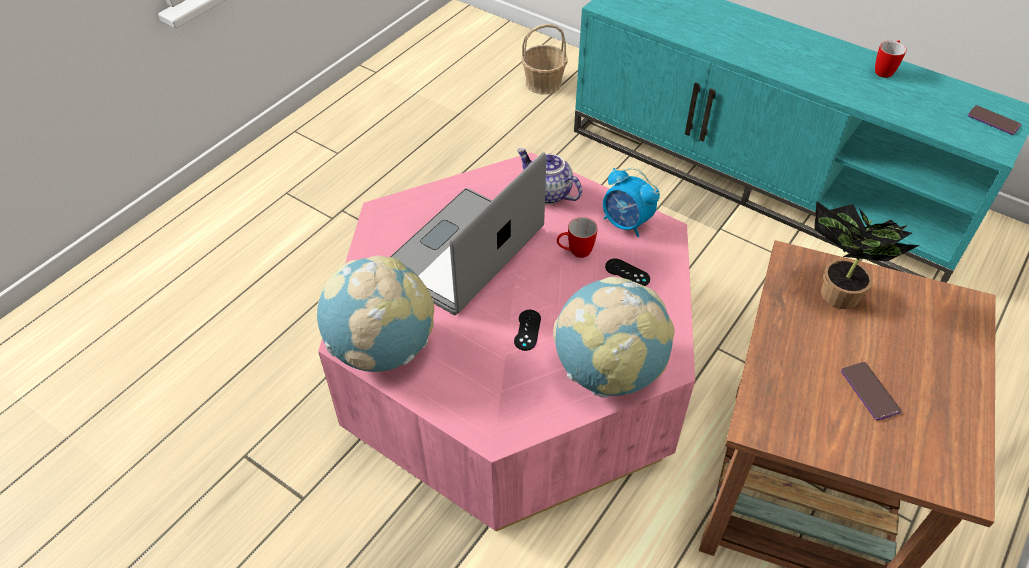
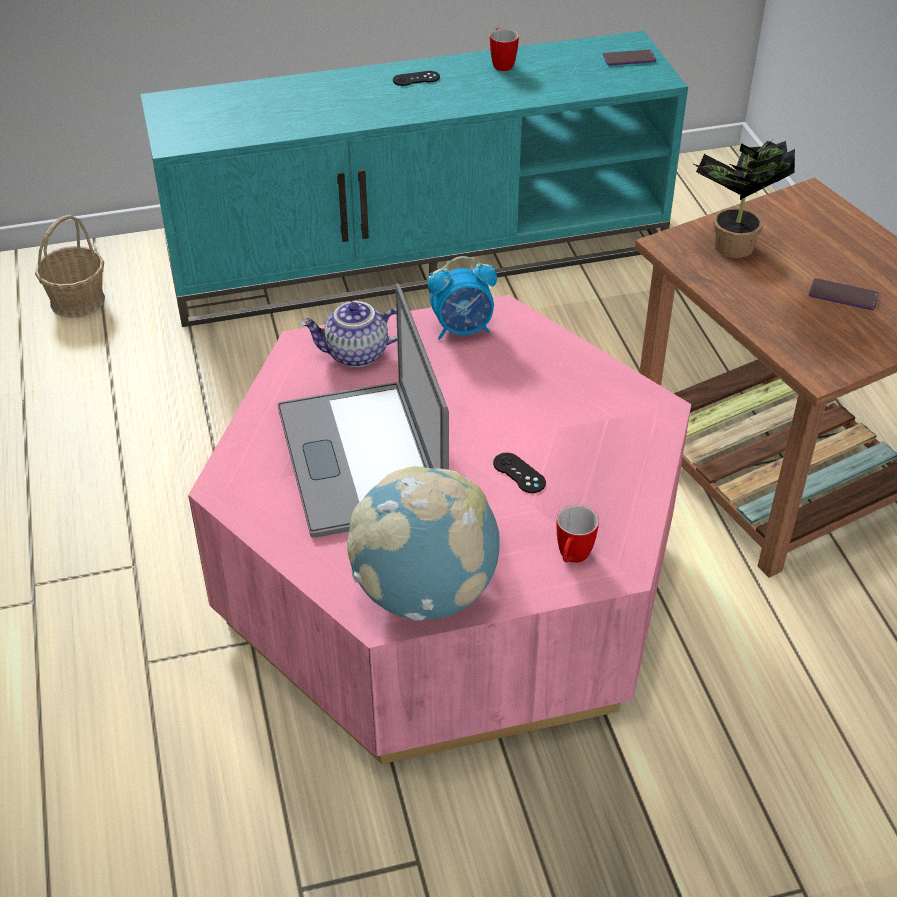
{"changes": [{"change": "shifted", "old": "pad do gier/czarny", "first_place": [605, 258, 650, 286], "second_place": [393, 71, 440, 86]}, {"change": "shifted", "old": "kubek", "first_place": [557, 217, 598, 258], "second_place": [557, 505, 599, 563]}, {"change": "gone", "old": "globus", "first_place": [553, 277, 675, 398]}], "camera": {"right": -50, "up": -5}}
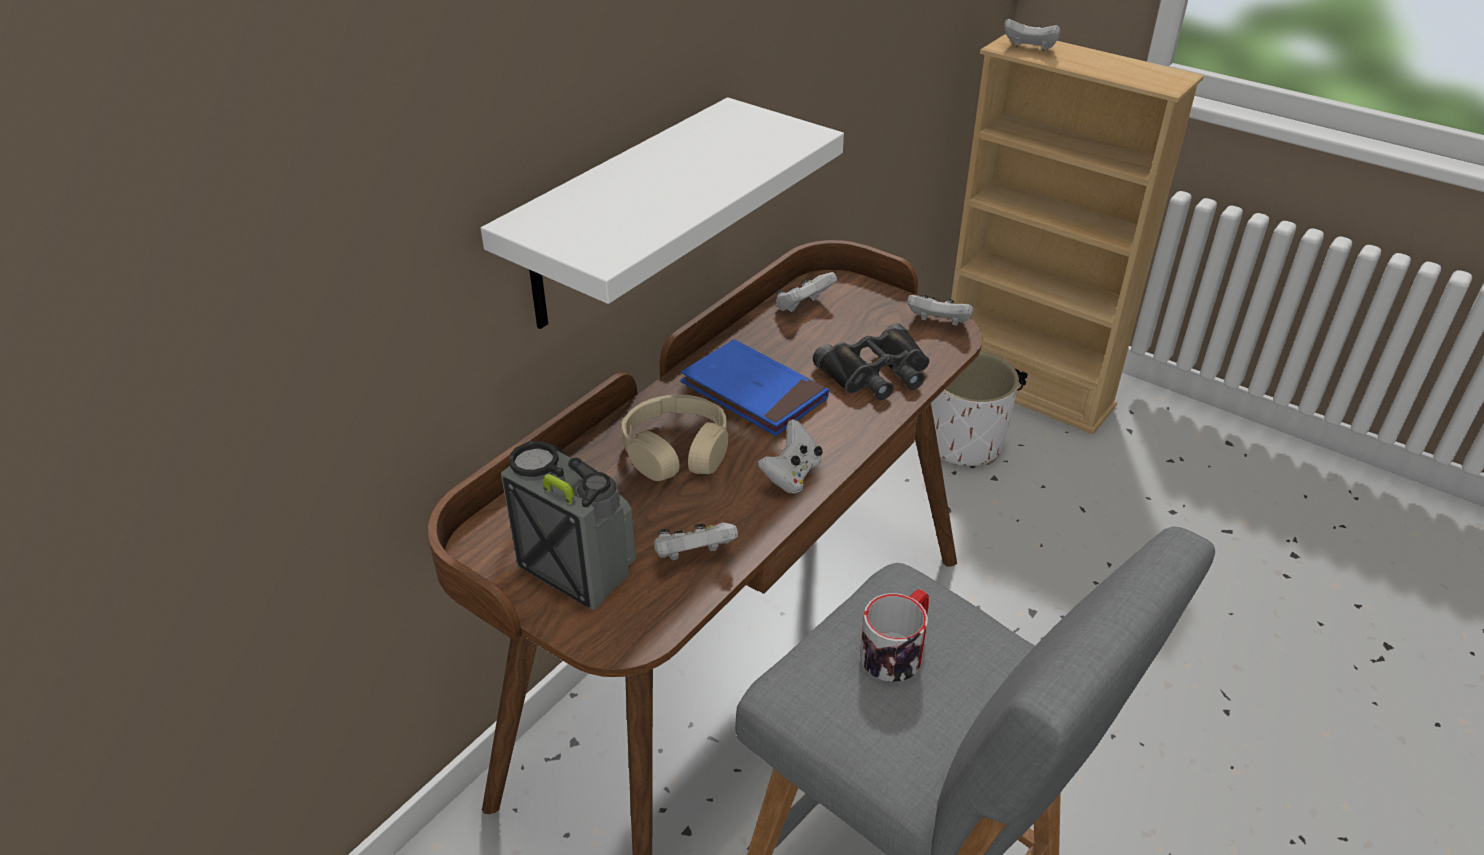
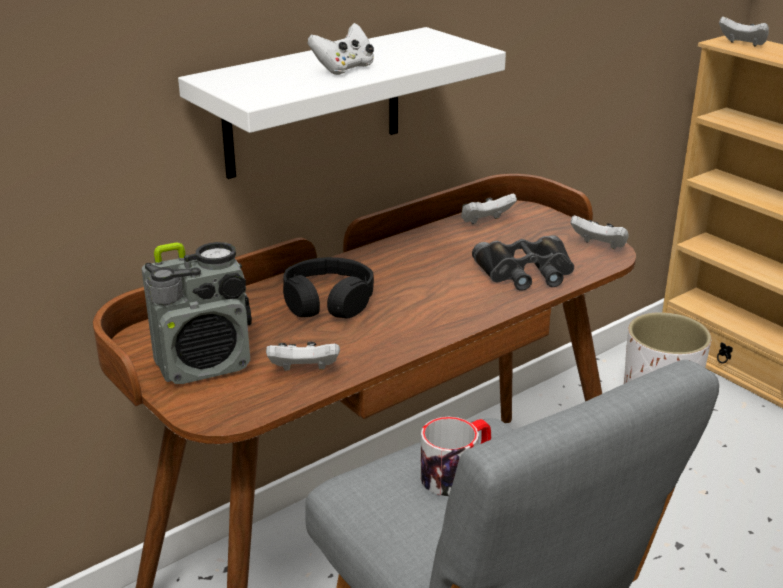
{"changes": [{"change": "rotated", "old": "radio", "first_place": [501, 441, 636, 610], "second_place": [141, 242, 252, 384], "degrees": 105}, {"change": "repainted", "old": "słuchawki/beżowy", "new": "słuchawki/czarny", "first_place": [621, 395, 728, 481], "second_place": [283, 257, 374, 319]}, {"change": "shifted", "old": "pad do gier/biały", "first_place": [758, 419, 823, 494], "second_place": [307, 23, 374, 75]}, {"change": "gone", "old": "książka/niebieski", "first_place": [680, 339, 829, 436]}], "camera": {"right": 15, "up": -10}}
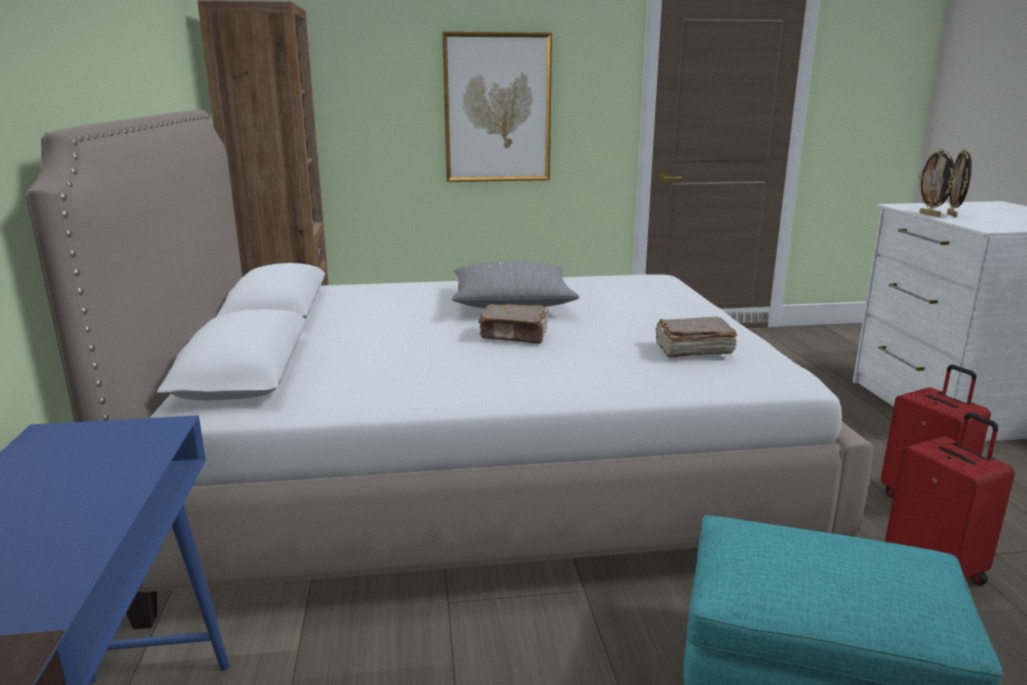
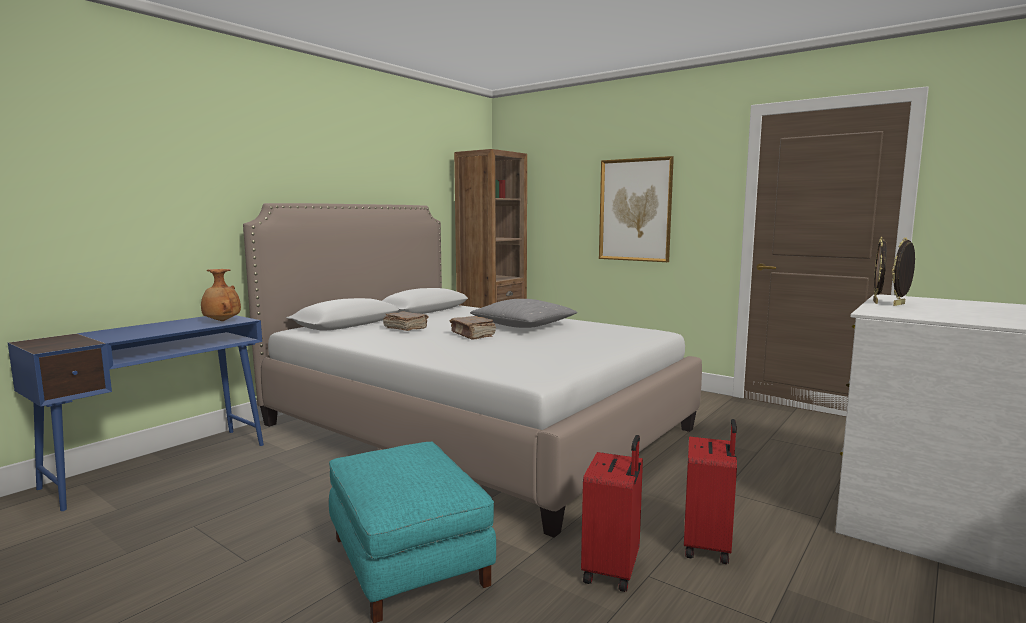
{"changes": [{"change": "new", "new": "wazon/brązowy", "second_place": [201, 269, 241, 321]}, {"change": "shifted", "old": "książka/brązowy", "first_place": [655, 317, 737, 358], "second_place": [383, 311, 429, 331]}], "camera": {"right": 45, "up": -10}}
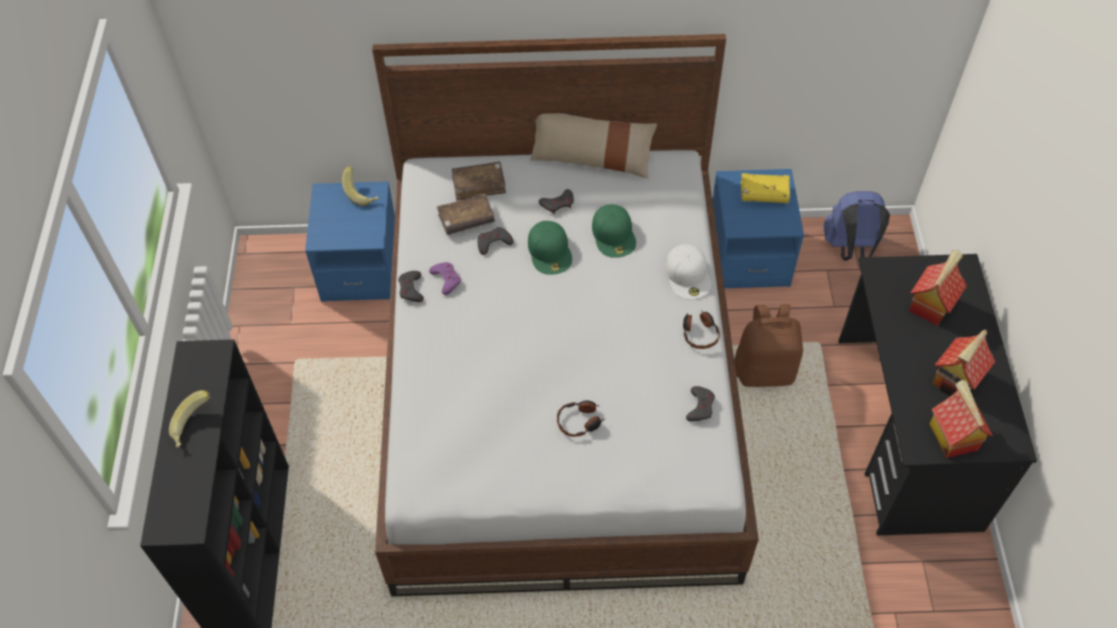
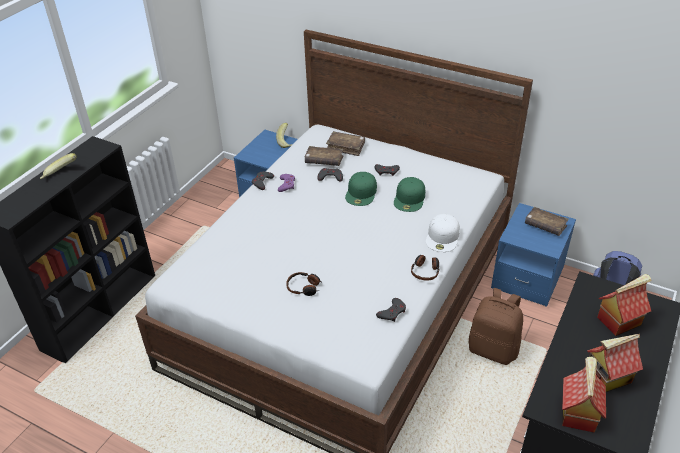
{"changes": [{"change": "repainted", "old": "książka/żółty", "new": "książka/brązowy", "first_place": [741, 173, 790, 203], "second_place": [525, 207, 569, 236]}, {"change": "gone", "old": "poduszka/beżowy", "first_place": [530, 113, 657, 179]}], "camera": {"right": 30, "up": -15}}
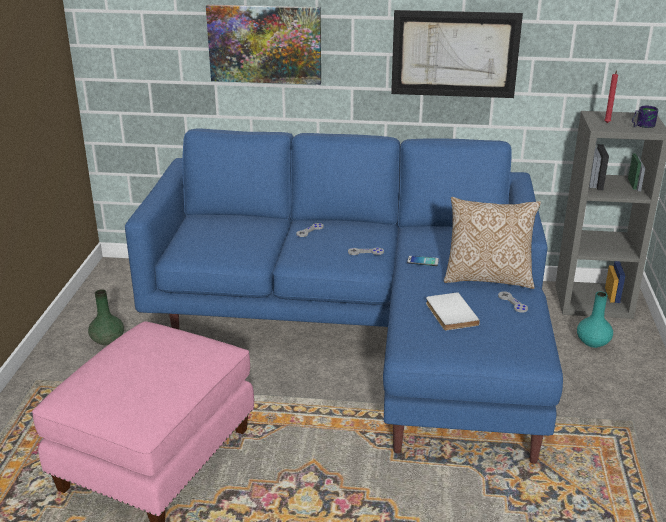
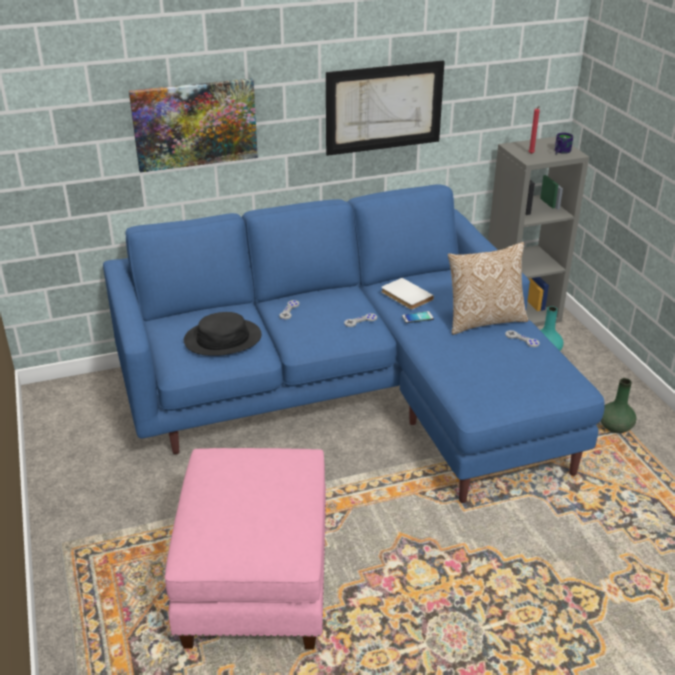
{"changes": [{"change": "new", "new": "kapelusz/czarny", "second_place": [184, 312, 262, 356]}, {"change": "shifted", "old": "książka/biały", "first_place": [426, 292, 480, 330], "second_place": [381, 278, 434, 310]}, {"change": "shifted", "old": "wazon/zielony", "first_place": [88, 289, 124, 345], "second_place": [601, 378, 637, 433]}], "camera": {"right": -25, "up": 5}}
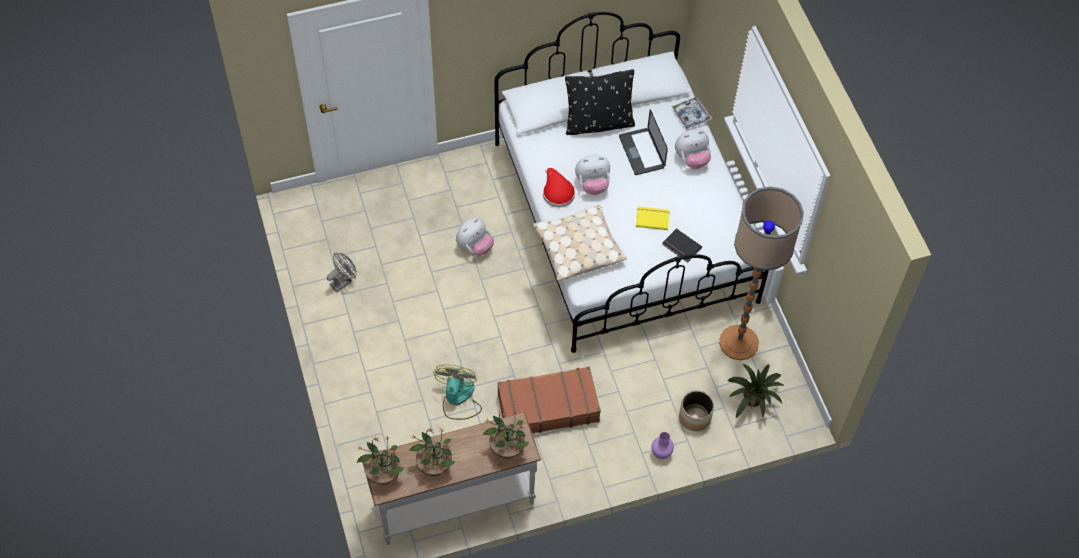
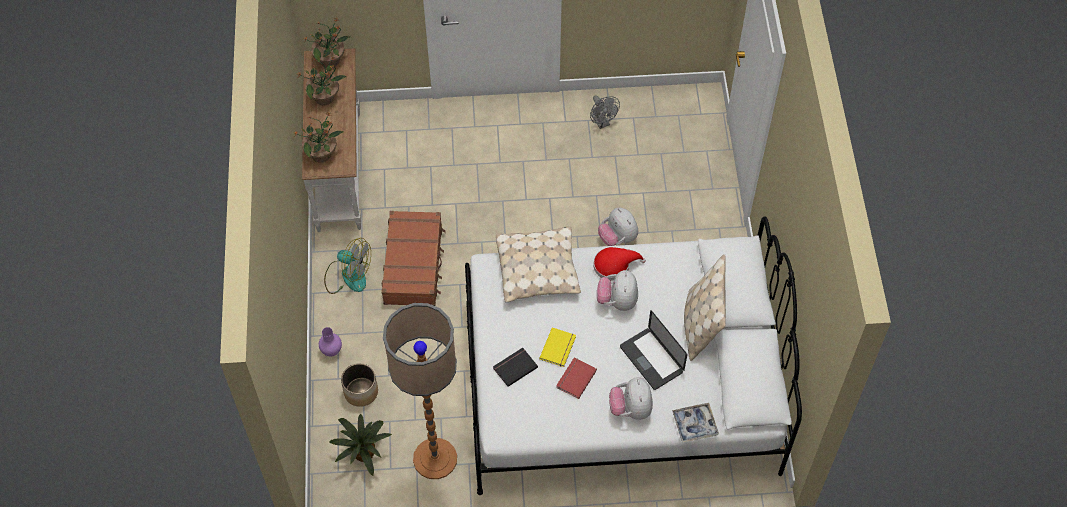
{"changes": [{"change": "shifted", "old": "wentylator", "first_place": [433, 365, 482, 420], "second_place": [324, 238, 371, 294]}, {"change": "new", "new": "książka/czerwony", "second_place": [556, 357, 597, 399]}, {"change": "rotated", "old": "laptop", "first_place": [619, 109, 668, 175], "second_place": [620, 310, 687, 390], "degrees": -120}, {"change": "repainted", "old": "poduszka/czarny", "new": "poduszka/beżowy", "first_place": [565, 69, 635, 135], "second_place": [684, 254, 726, 361]}], "camera": {"right": 105, "up": 0}}
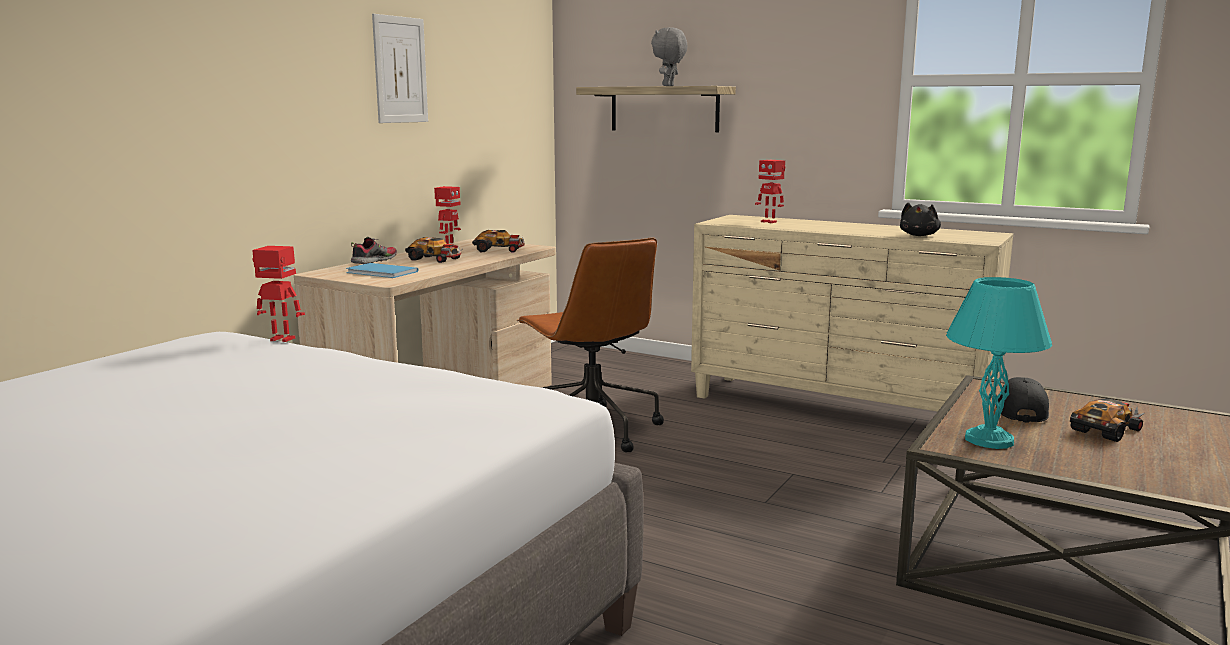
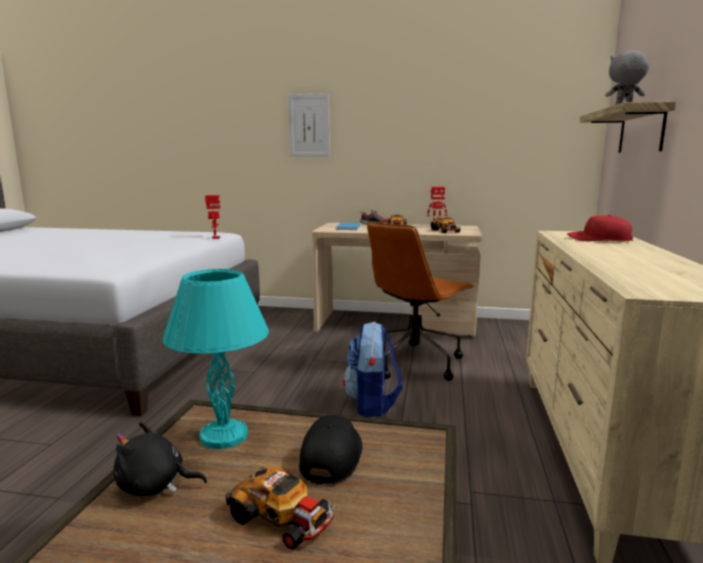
{"changes": [{"change": "shifted", "old": "pluszak/czarny", "first_place": [900, 202, 941, 236], "second_place": [113, 422, 207, 496]}, {"change": "shifted", "old": "obraz", "first_place": [372, 14, 428, 123], "second_place": [288, 93, 330, 157]}, {"change": "rotated", "old": "czapka z daszkiem/czarny", "first_place": [996, 377, 1049, 423], "second_place": [299, 415, 363, 485], "degrees": -75}, {"change": "new", "new": "plecak", "second_place": [343, 322, 402, 417]}, {"change": "swapped", "old": "robot zabawkowy", "new": "czapka z daszkiem/czerwony", "first_place": [755, 160, 786, 223], "second_place": [567, 215, 633, 241]}], "camera": {"right": 70, "up": 0}}
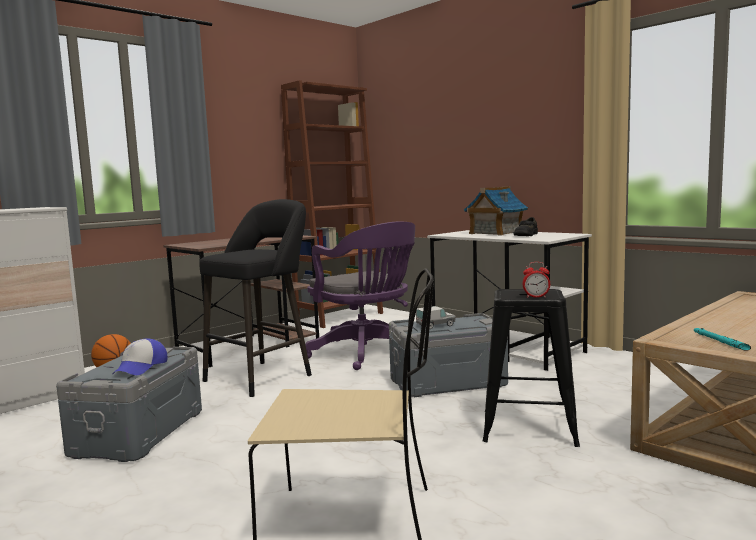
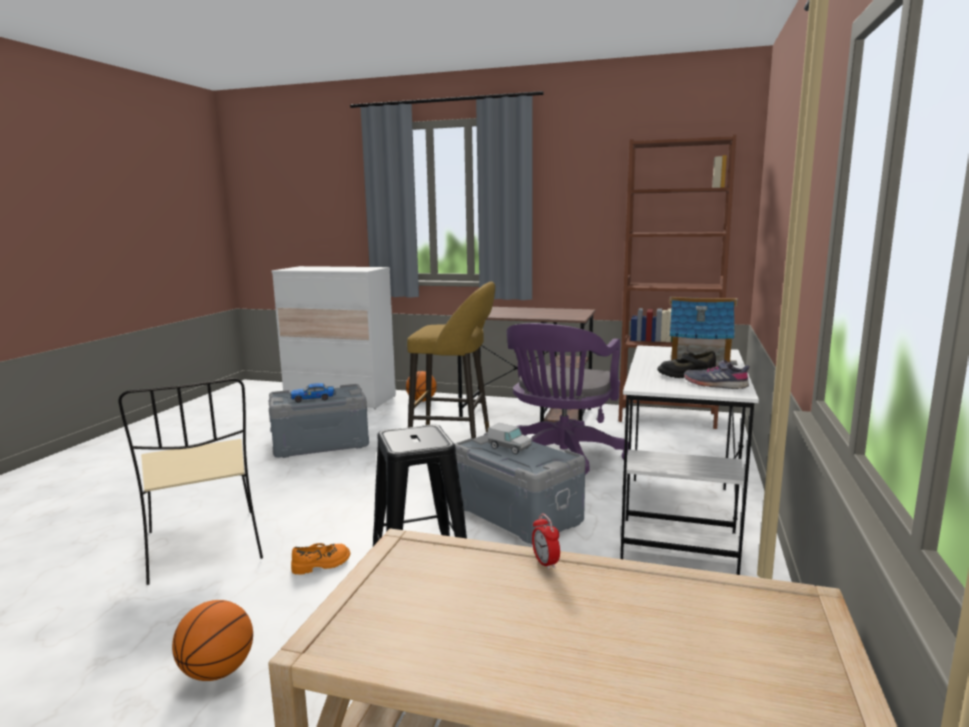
{"changes": [{"change": "new", "new": "piłka do koszykówki", "second_place": [172, 600, 253, 681]}, {"change": "swapped", "old": "czapka z daszkiem", "new": "samochodzik", "first_place": [112, 339, 167, 375], "second_place": [290, 383, 336, 403]}, {"change": "new", "new": "but/pomarańczowy", "second_place": [291, 543, 350, 575]}, {"change": "repainted", "old": "stołek/czarny", "new": "stołek/żółty", "first_place": [199, 199, 312, 397], "second_place": [407, 282, 495, 439]}, {"change": "shifted", "old": "budzik", "first_place": [522, 262, 550, 298], "second_place": [532, 514, 560, 570]}, {"change": "new", "new": "but/szary", "second_place": [684, 360, 750, 389]}, {"change": "gone", "old": "latarka/turkusowy", "first_place": [694, 328, 751, 350]}], "camera": {"right": 60, "up": 5}}
